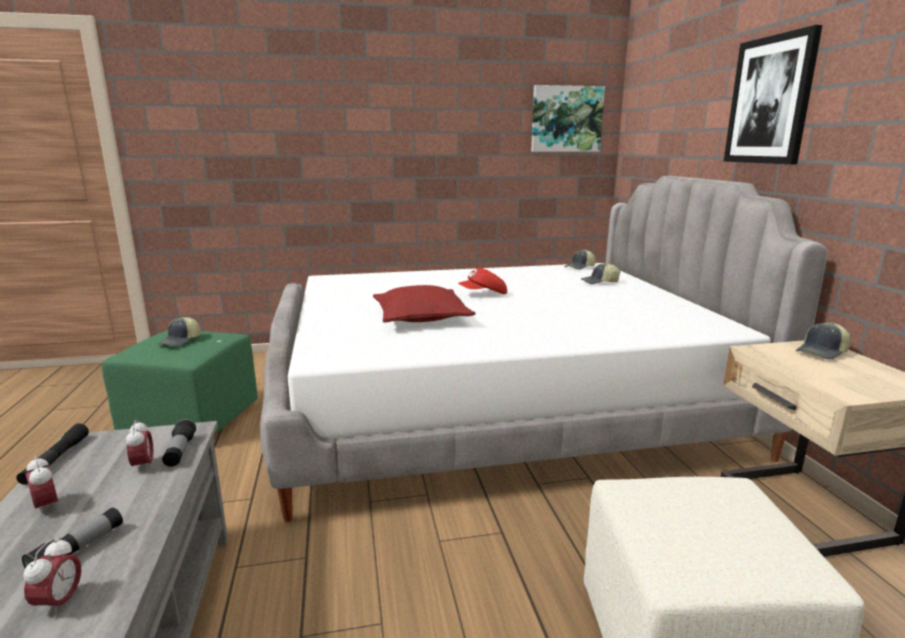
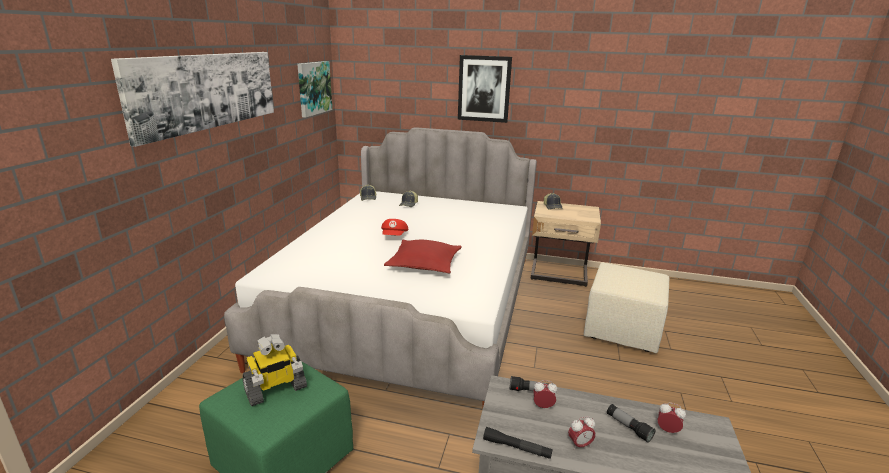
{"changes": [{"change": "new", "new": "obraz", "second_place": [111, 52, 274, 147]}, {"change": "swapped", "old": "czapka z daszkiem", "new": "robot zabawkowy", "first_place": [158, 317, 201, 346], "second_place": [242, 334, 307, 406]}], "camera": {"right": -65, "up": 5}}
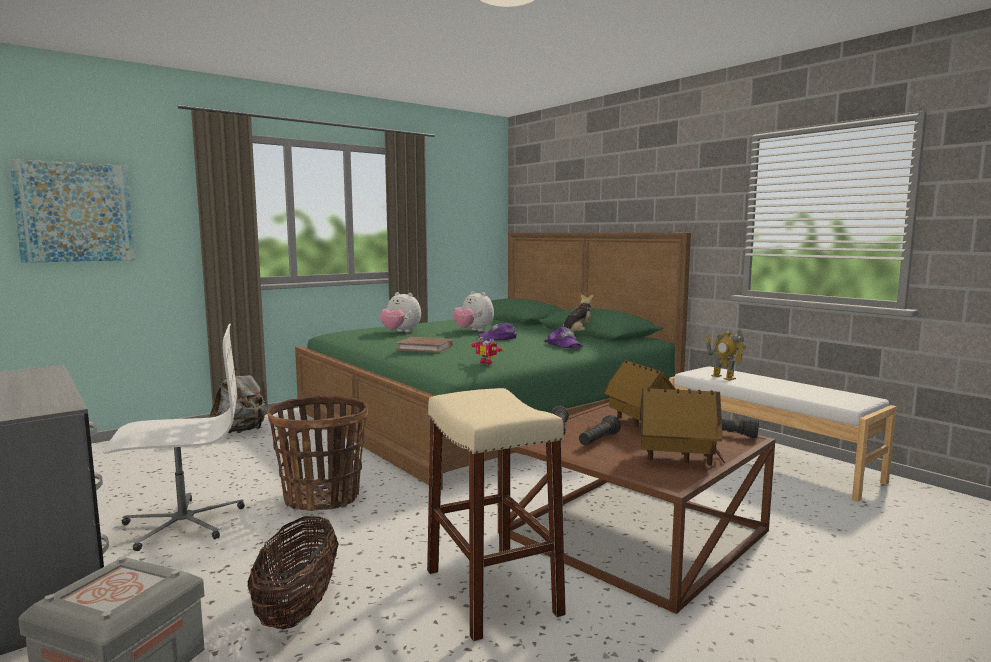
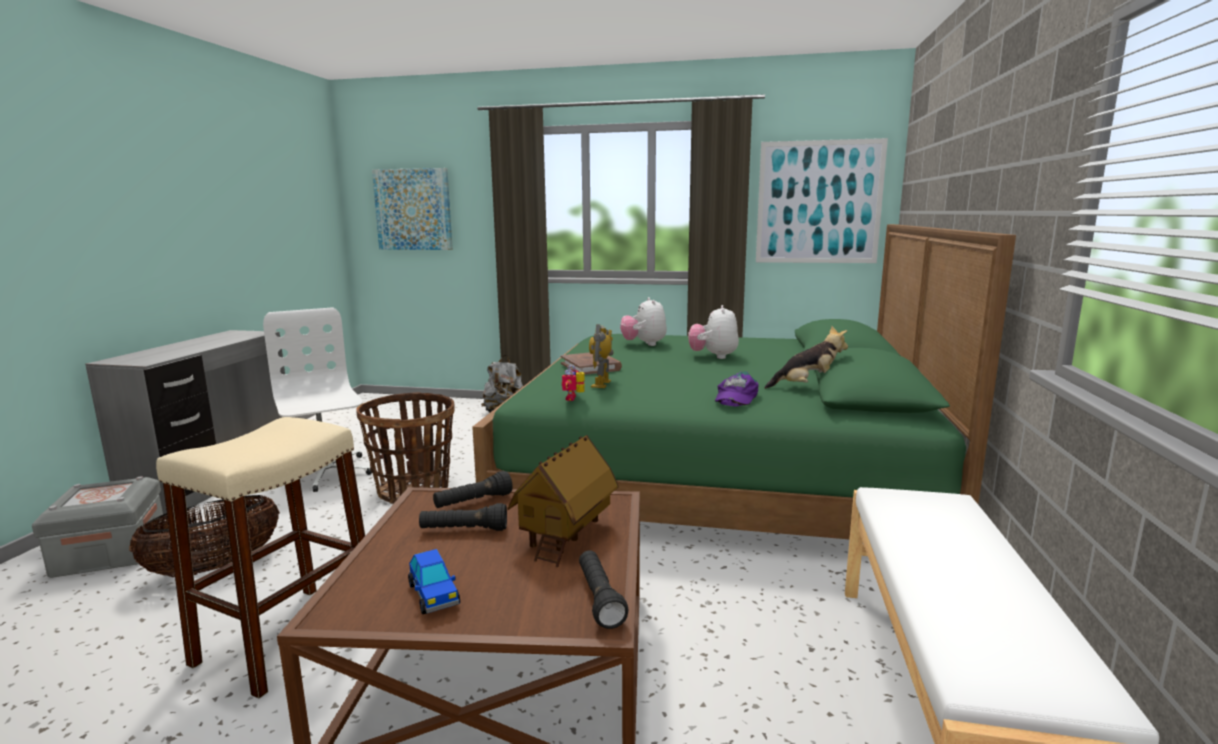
{"changes": [{"change": "rotated", "old": "krzesło biurowe/biały", "first_place": [103, 324, 245, 551], "second_place": [263, 307, 372, 492], "degrees": -150}, {"change": "swapped", "old": "domek", "new": "samochodzik", "first_place": [640, 387, 725, 465], "second_place": [408, 549, 460, 614]}, {"change": "shifted", "old": "robot zabawkowy", "first_place": [706, 329, 746, 380], "second_place": [589, 324, 614, 388]}, {"change": "new", "new": "obraz", "second_place": [756, 138, 888, 263]}, {"change": "gone", "old": "czapka z daszkiem/fioletowy", "first_place": [478, 323, 517, 341]}], "camera": {"right": 50, "up": 5}}
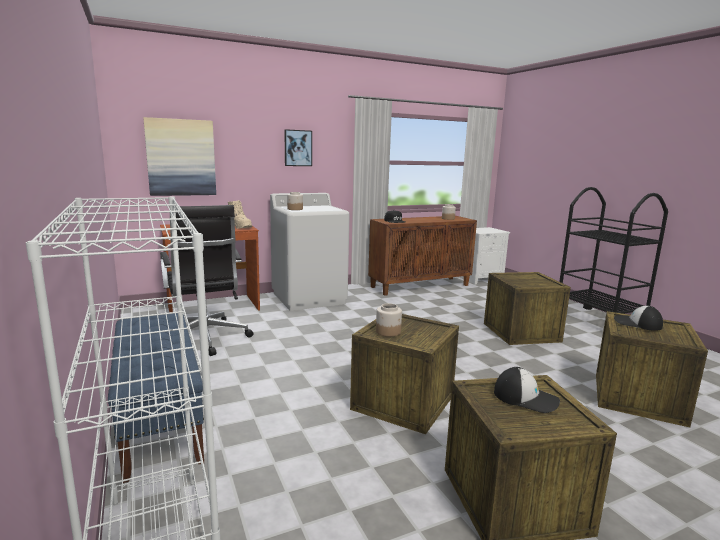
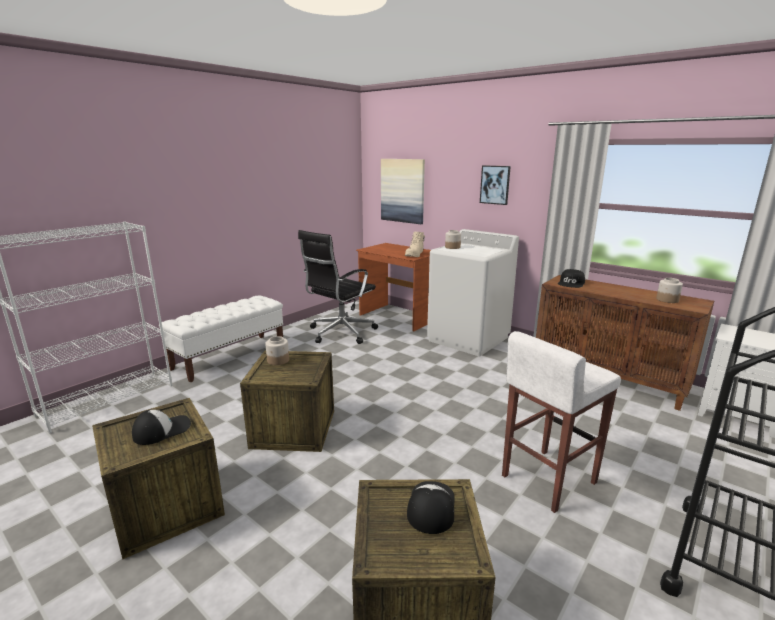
{"changes": [{"change": "rotated", "old": "czapka z daszkiem", "first_place": [494, 367, 560, 413], "second_place": [132, 410, 191, 445], "degrees": -135}, {"change": "repainted", "old": "ławka/niebieski", "new": "ławka/biały", "first_place": [108, 313, 204, 483], "second_place": [159, 295, 283, 383]}, {"change": "swapped", "old": "skrzynka", "new": "stołek/biały", "first_place": [484, 272, 571, 345], "second_place": [502, 331, 621, 513]}], "camera": {"right": 65, "up": 5}}
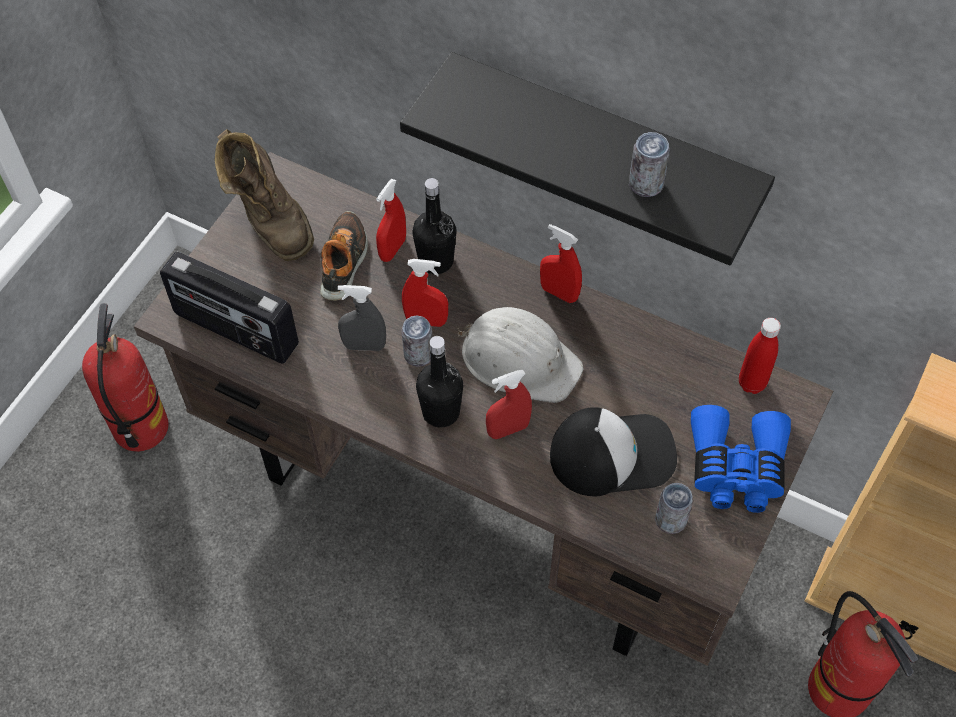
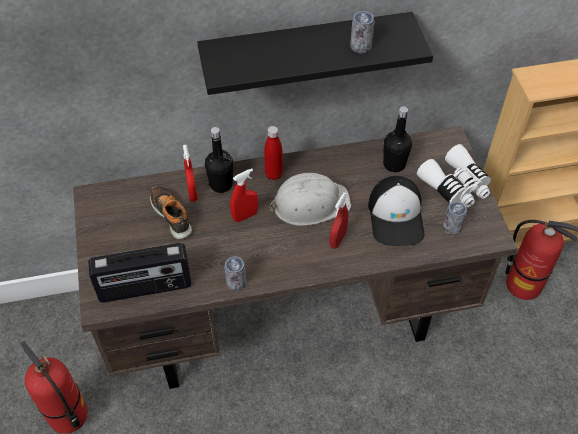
{"changes": [{"change": "shifted", "old": "puszka", "first_place": [401, 316, 432, 367], "second_place": [224, 256, 247, 291]}, {"change": "shifted", "old": "butelka/czerwony", "first_place": [739, 318, 781, 394], "second_place": [264, 126, 283, 180]}, {"change": "rotated", "old": "czapka z daszkiem", "first_place": [550, 407, 677, 496], "second_place": [368, 176, 425, 246], "degrees": 135}, {"change": "shifted", "old": "butelka/czarny", "first_place": [416, 336, 463, 427], "second_place": [383, 106, 412, 172]}, {"change": "repainted", "old": "lornetka/niebieski", "new": "lornetka/biały", "first_place": [691, 405, 791, 513], "second_place": [417, 144, 491, 208]}, {"change": "gone", "old": "but z cholewką/brązowy", "first_place": [215, 129, 314, 261]}, {"change": "gone", "old": "spryskiwacz/szary", "first_place": [338, 285, 386, 351]}, {"change": "gone", "old": "spryskiwacz/czerwony", "first_place": [540, 224, 582, 303]}], "camera": {"right": -40, "up": -5}}
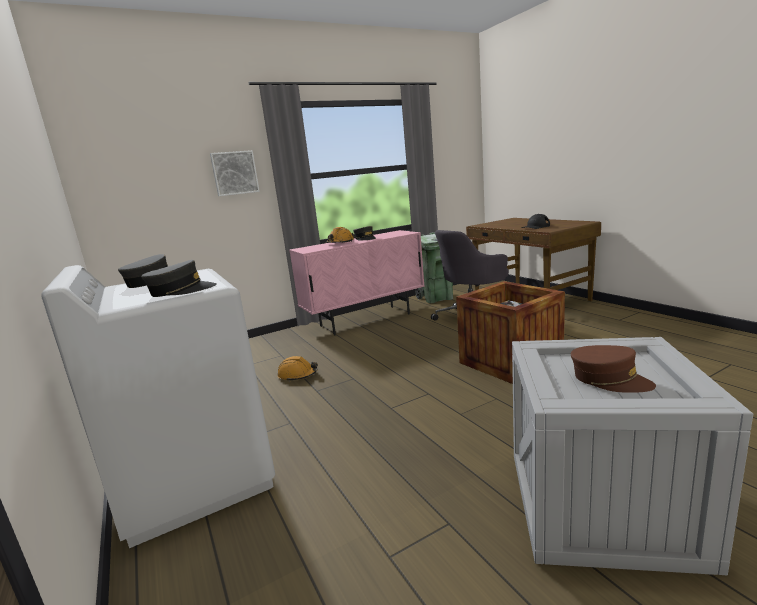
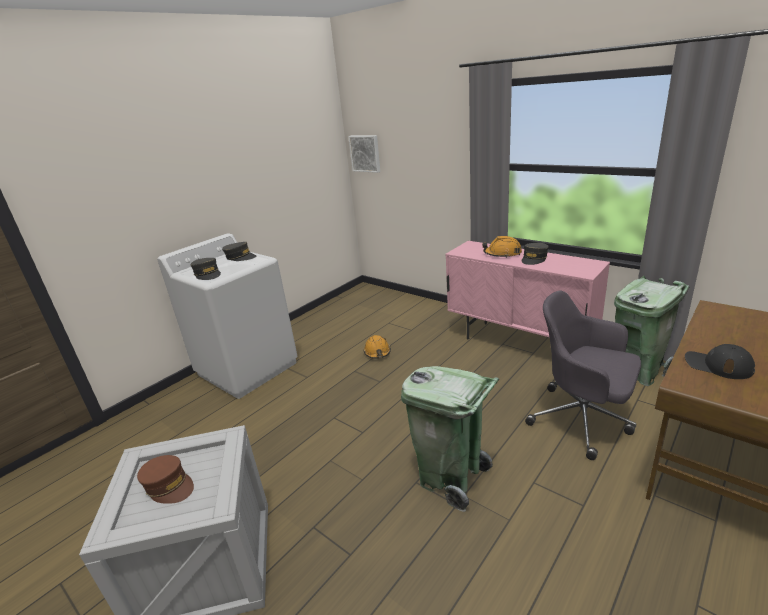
{"changes": [{"change": "rotated", "old": "czapka z daszkiem/brązowy", "first_place": [571, 345, 656, 393], "second_place": [137, 455, 194, 504], "degrees": -75}, {"change": "shifted", "old": "obraz", "first_place": [210, 150, 260, 196], "second_place": [348, 135, 380, 173]}, {"change": "swapped", "old": "skrzynka", "new": "kosz na śmieci/zielony", "first_place": [456, 281, 565, 384], "second_place": [401, 366, 499, 512]}], "camera": {"right": 70, "up": 10}}
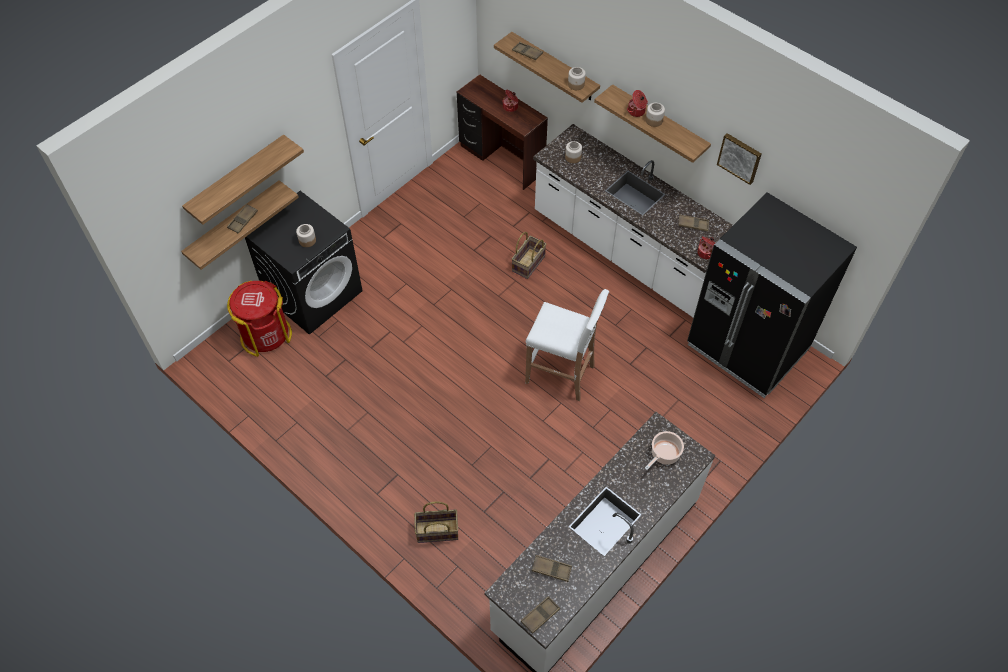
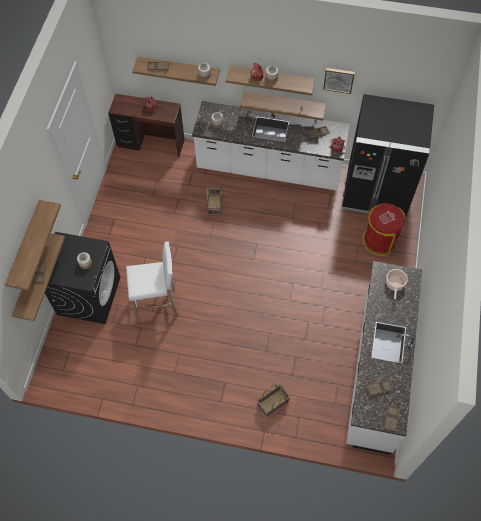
{"changes": [{"change": "shifted", "old": "stołek/biały", "first_place": [525, 289, 609, 401], "second_place": [126, 241, 178, 322]}, {"change": "new", "new": "półka", "second_place": [240, 91, 326, 120]}, {"change": "shifted", "old": "kosz na śmieci/czerwony", "first_place": [227, 281, 292, 357], "second_place": [362, 203, 406, 256]}], "camera": {"right": -30, "up": 5}}
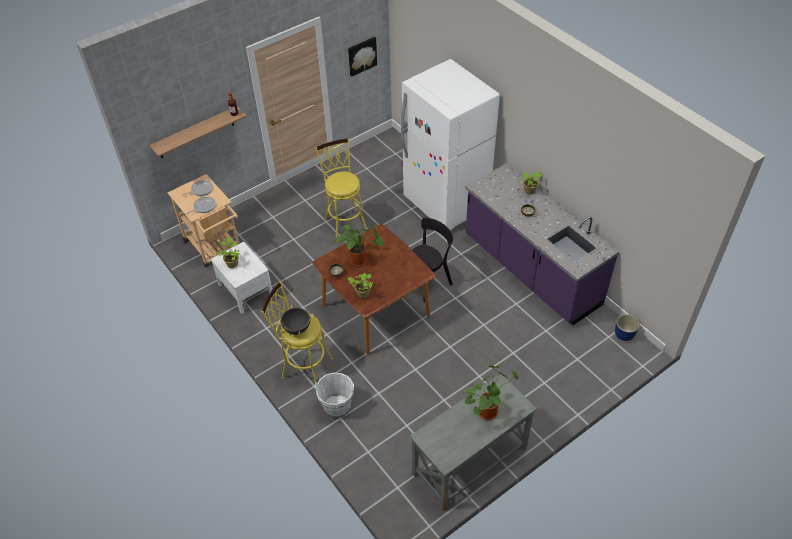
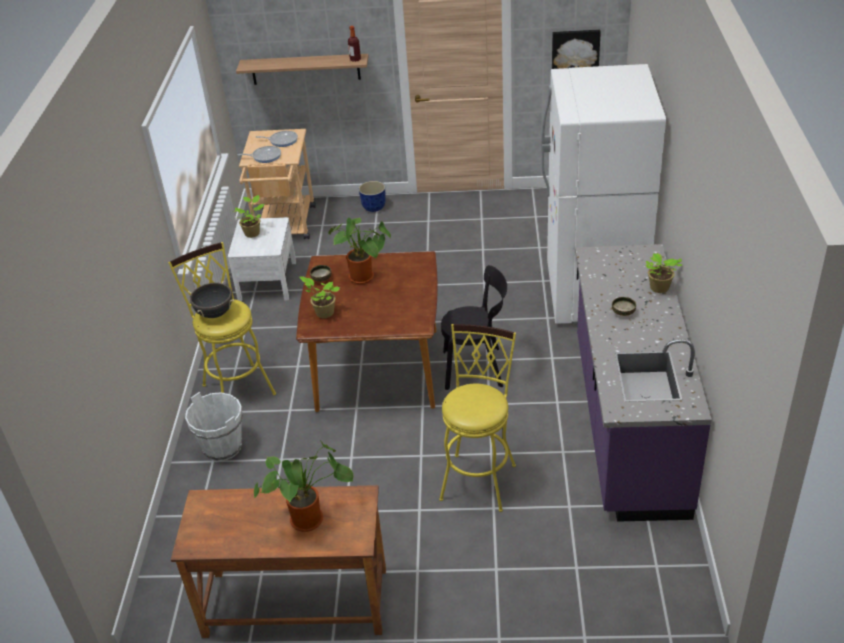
{"changes": [{"change": "repainted", "old": "biurko/szary", "new": "biurko/brązowy", "first_place": [410, 374, 537, 511], "second_place": [171, 485, 386, 638]}, {"change": "shifted", "old": "donica", "first_place": [615, 314, 640, 341], "second_place": [359, 181, 386, 212]}, {"change": "shifted", "old": "stołek/żółty", "first_place": [315, 138, 368, 241], "second_place": [439, 324, 516, 512]}], "camera": {"right": 40, "up": -10}}
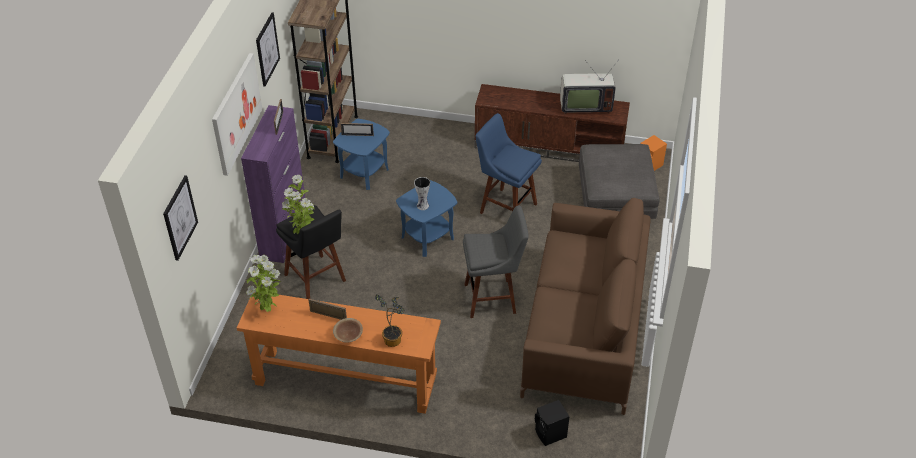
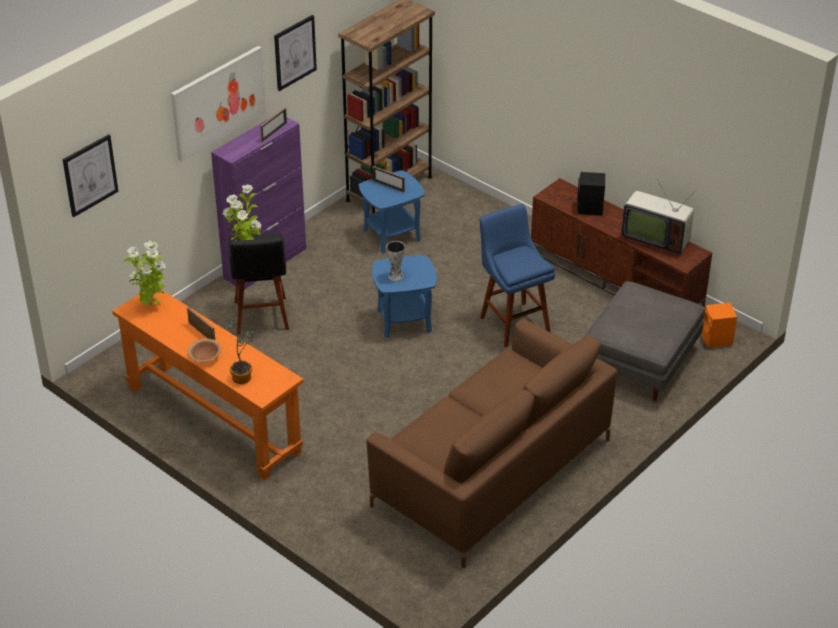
{"changes": [{"change": "shifted", "old": "głośnik/czarny", "first_place": [535, 400, 570, 446], "second_place": [577, 172, 605, 216]}, {"change": "gone", "old": "stołek/szary", "first_place": [463, 205, 529, 318]}], "camera": {"right": 30, "up": -5}}
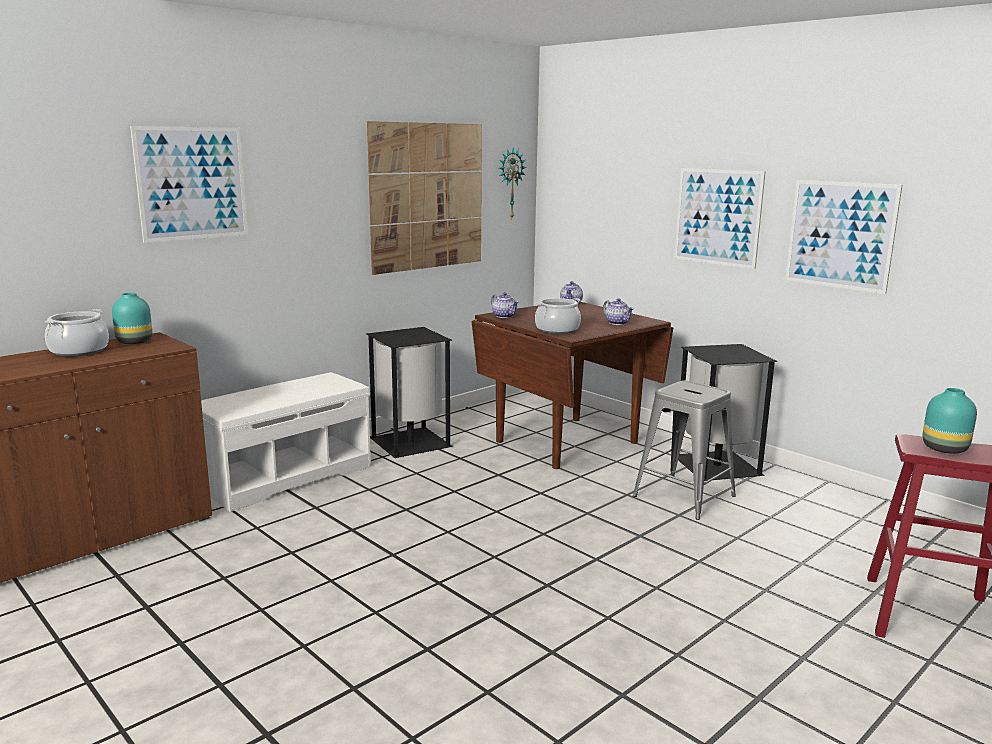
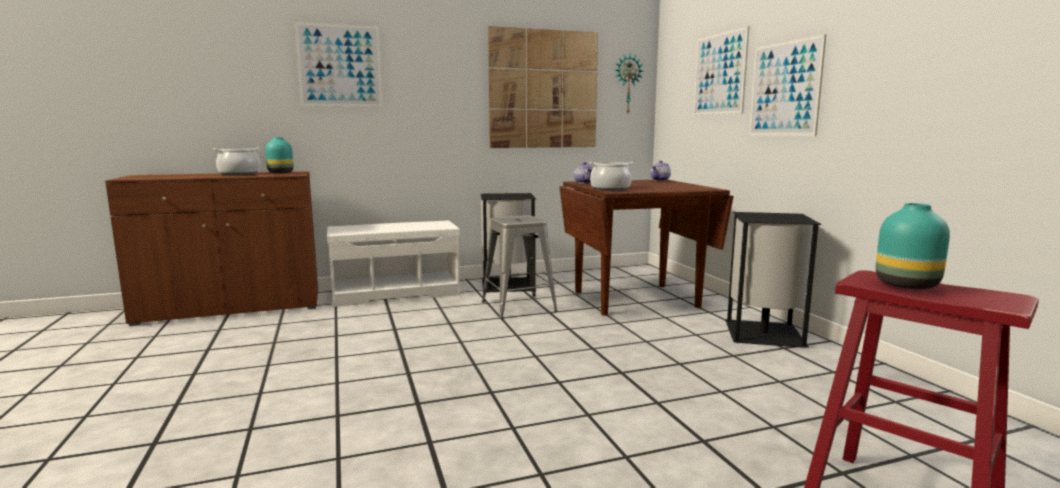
{"changes": [{"change": "shifted", "old": "stołek/szary", "first_place": [633, 380, 736, 520], "second_place": [482, 215, 558, 319]}, {"change": "shifted", "old": "obraz", "first_place": [785, 180, 902, 294], "second_place": [693, 26, 749, 115]}, {"change": "gone", "old": "imbryk", "first_place": [603, 299, 634, 325]}], "camera": {"right": 25, "up": -5}}
